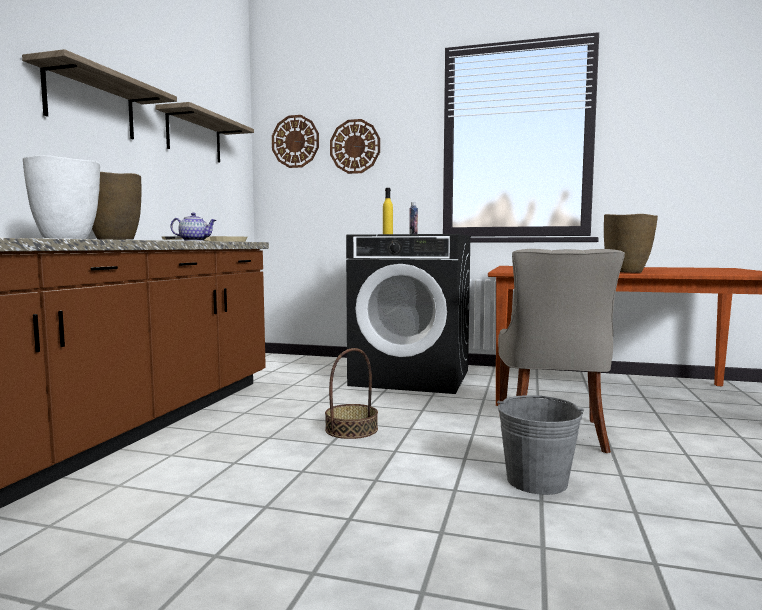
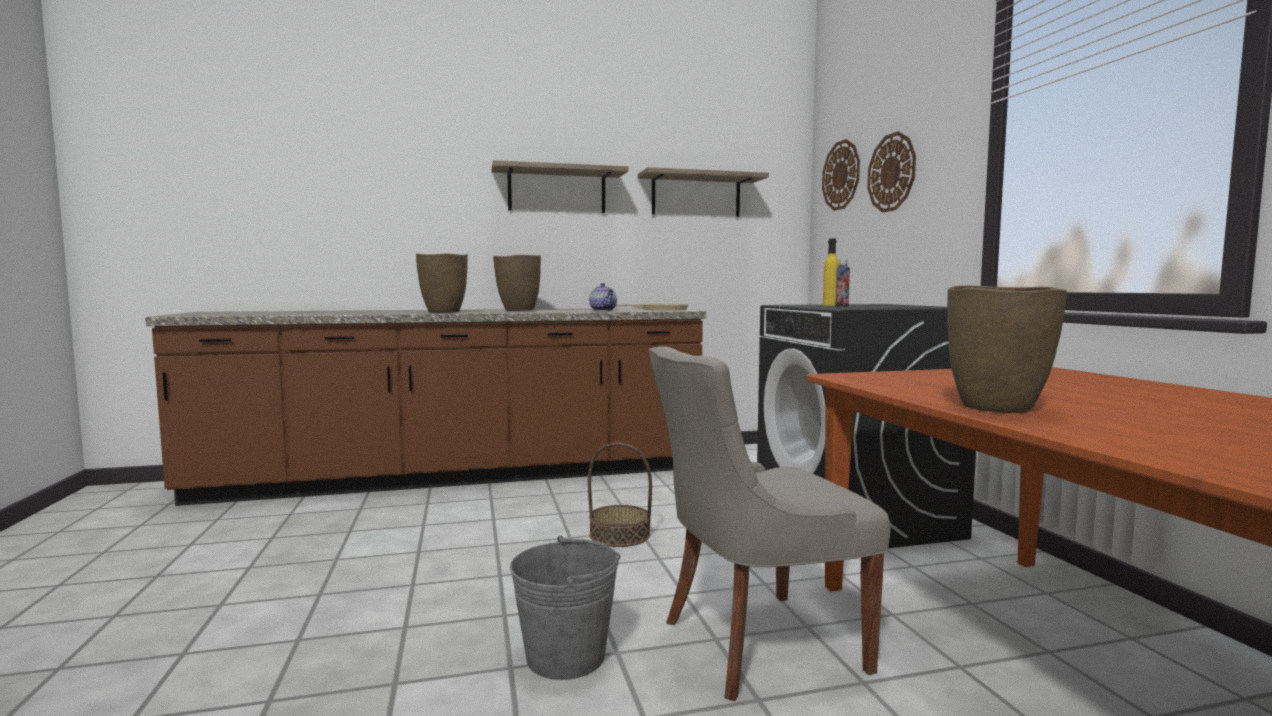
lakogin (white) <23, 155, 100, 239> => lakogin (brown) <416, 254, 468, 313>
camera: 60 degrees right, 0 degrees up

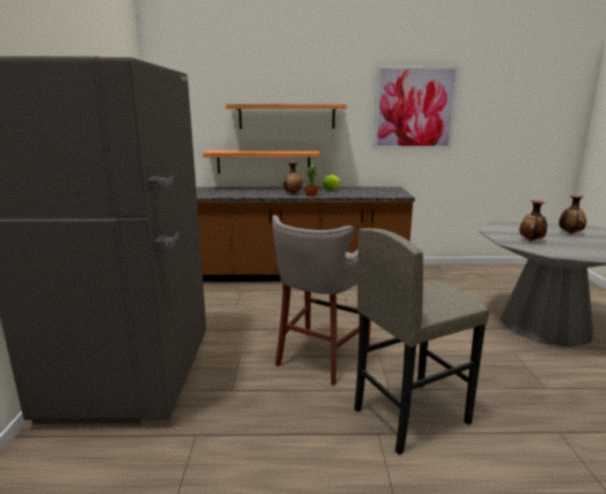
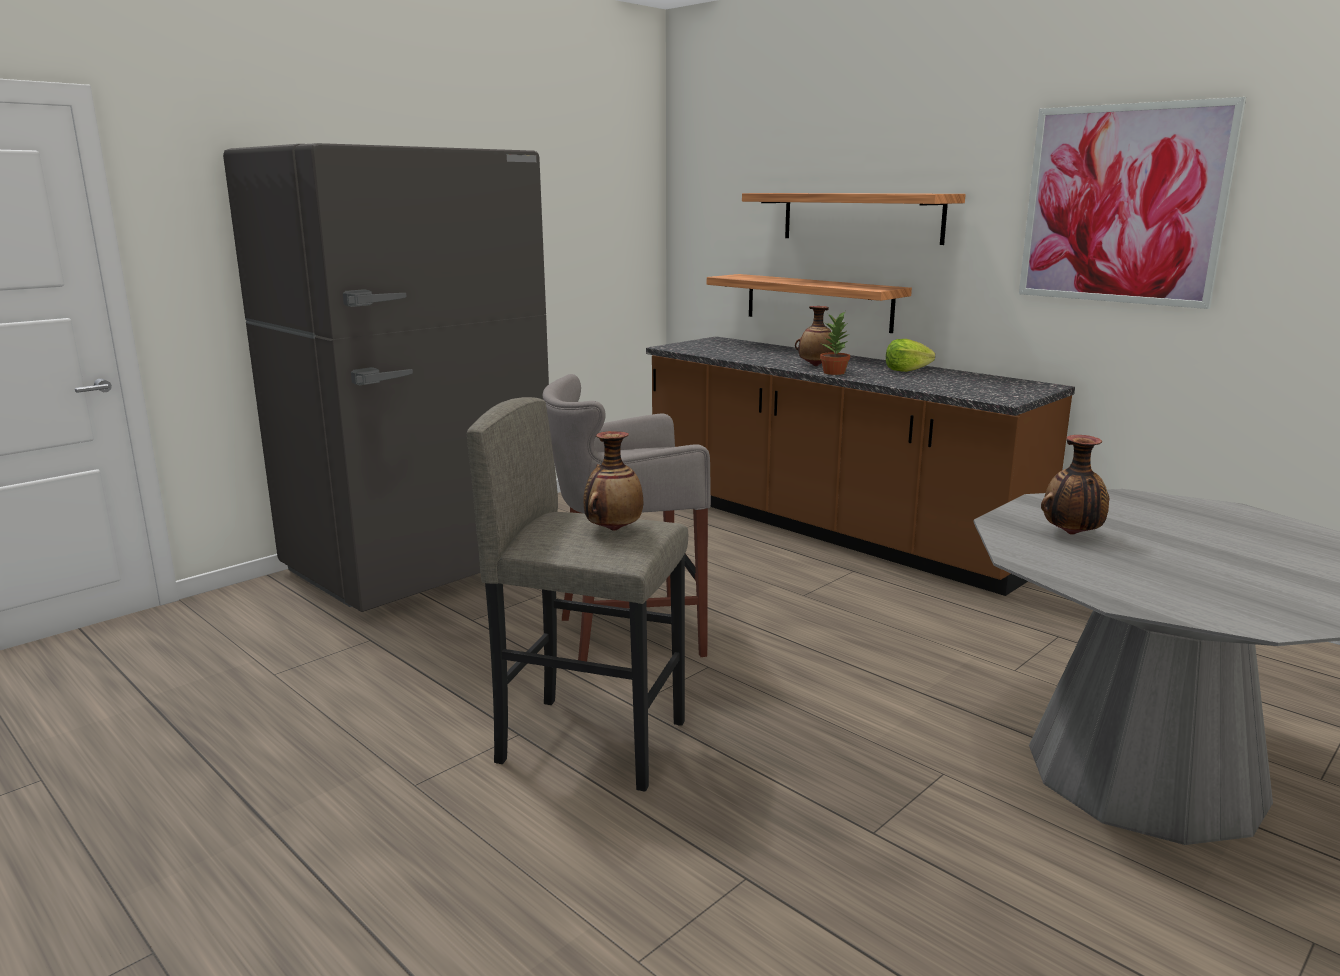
lakogin <559, 195, 586, 234> => lakogin <583, 431, 643, 531>, relocated
camera: 45 degrees right, 0 degrees up

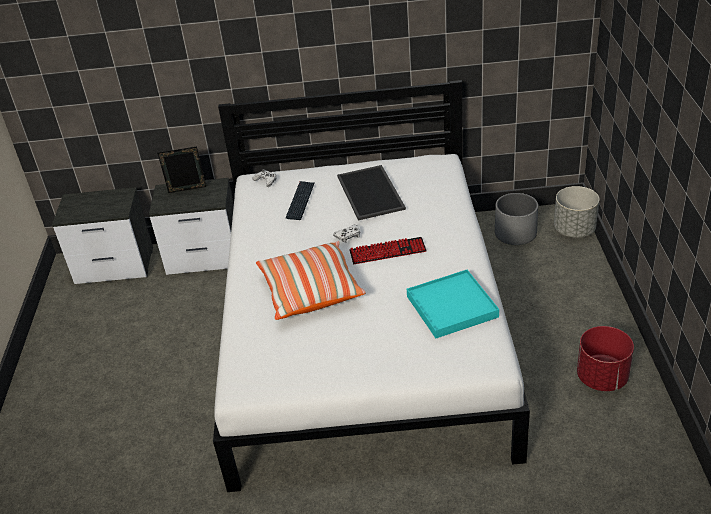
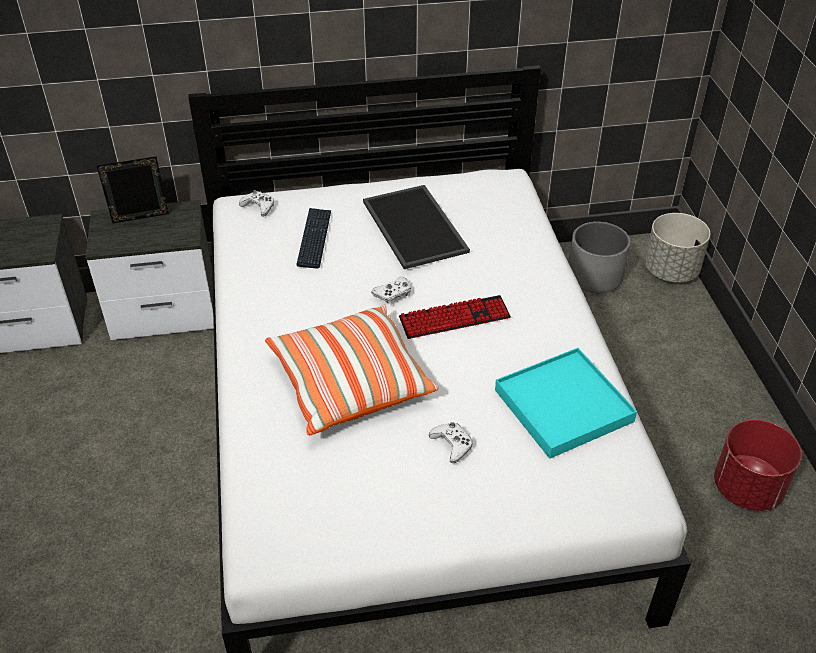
nothing => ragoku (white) <429, 422, 473, 463>
camera: 10 degrees left, 5 degrees up

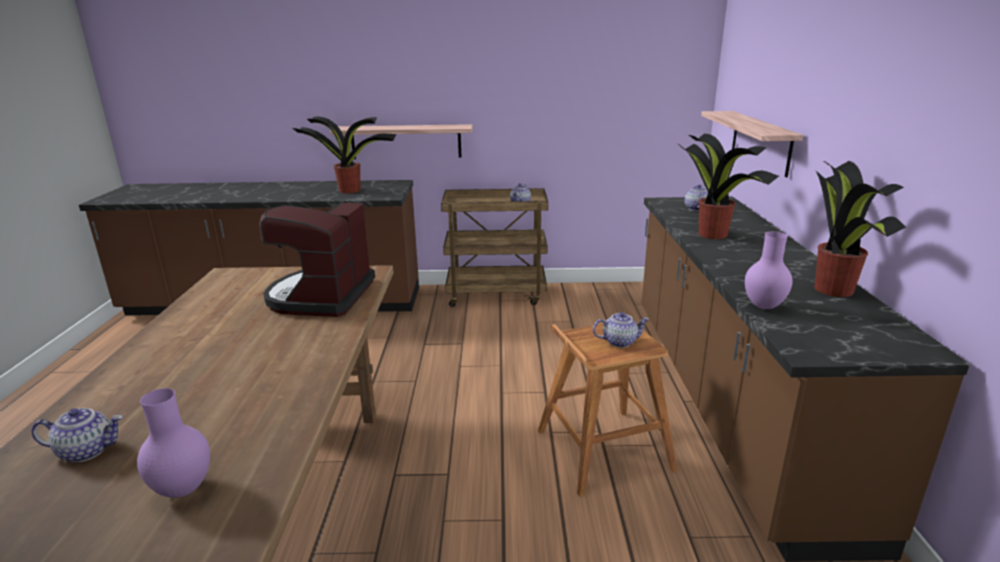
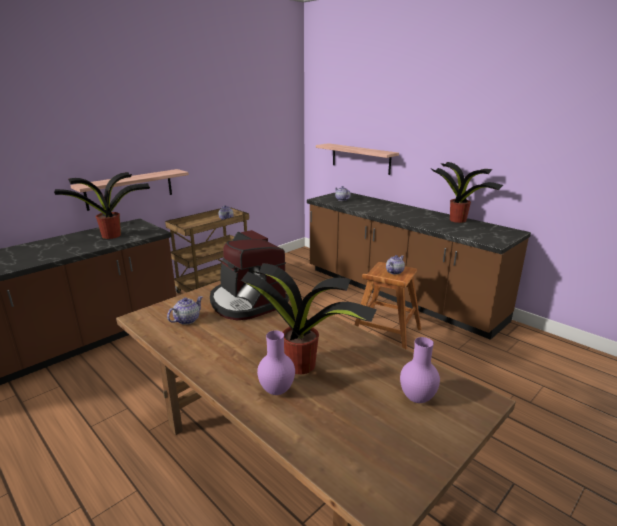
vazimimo <32, 408, 123, 462> => vazimimo <167, 296, 203, 325>, relocated
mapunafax <678, 134, 779, 239> => mapunafax <236, 263, 377, 374>, relocated
lakogin (purple) <745, 232, 793, 309> => lakogin (purple) <257, 331, 295, 395>, relocated
camera: 45 degrees left, 0 degrees up

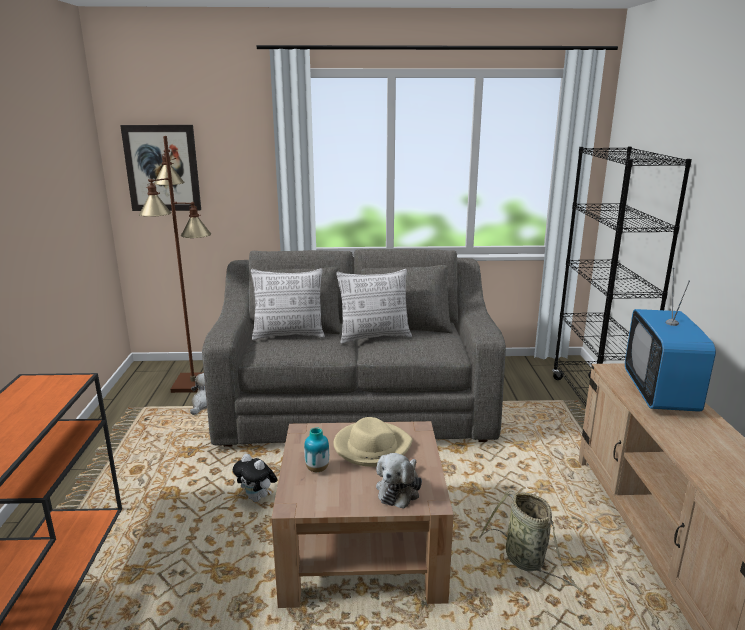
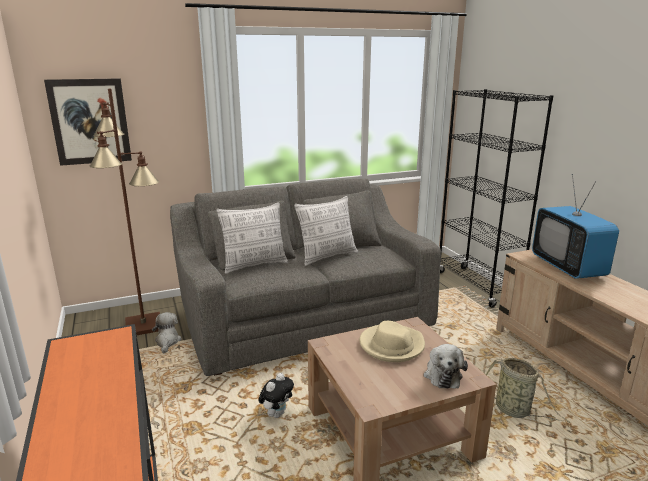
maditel <233, 454, 278, 502> => maditel <258, 373, 294, 418>, 75 degrees counterclockwise
lakogin <304, 427, 329, 472> => nothing
camera: 20 degrees left, 0 degrees up

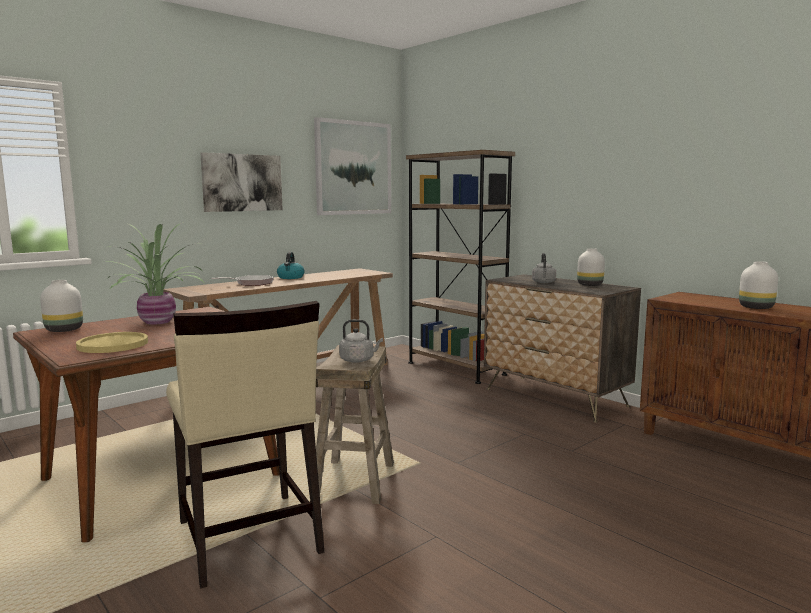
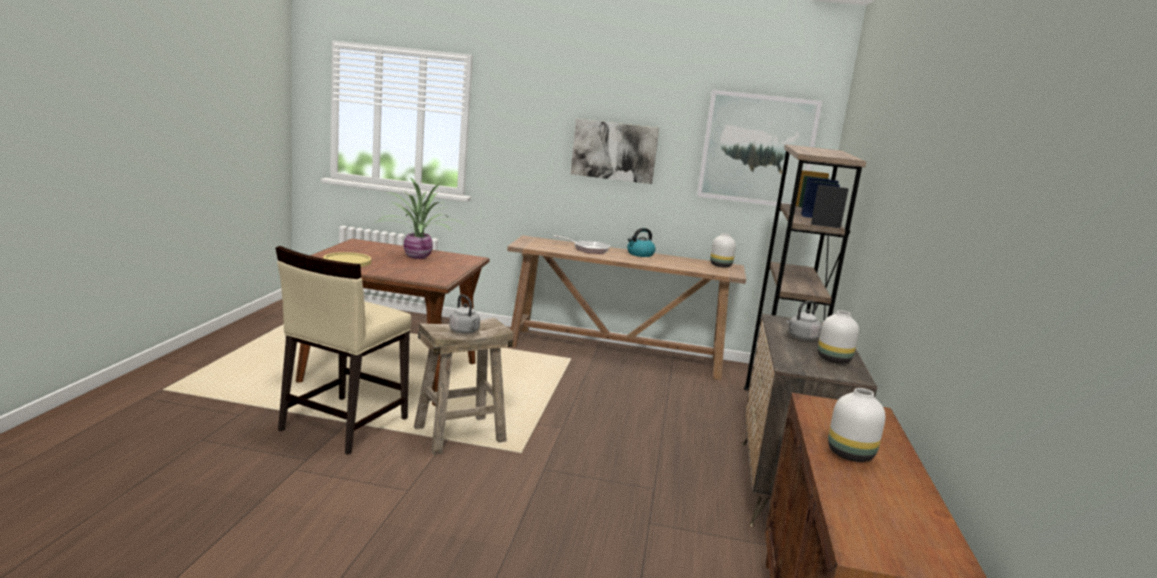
lakogin (white) <40, 280, 83, 332> => lakogin (white) <710, 233, 736, 267>, relocated
camera: 50 degrees right, 5 degrees up

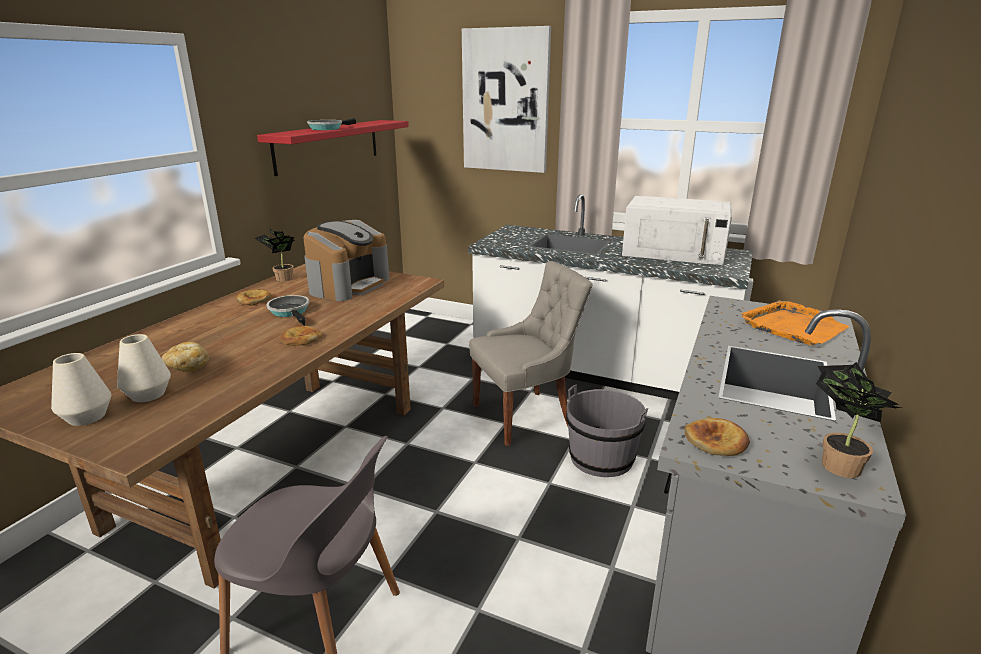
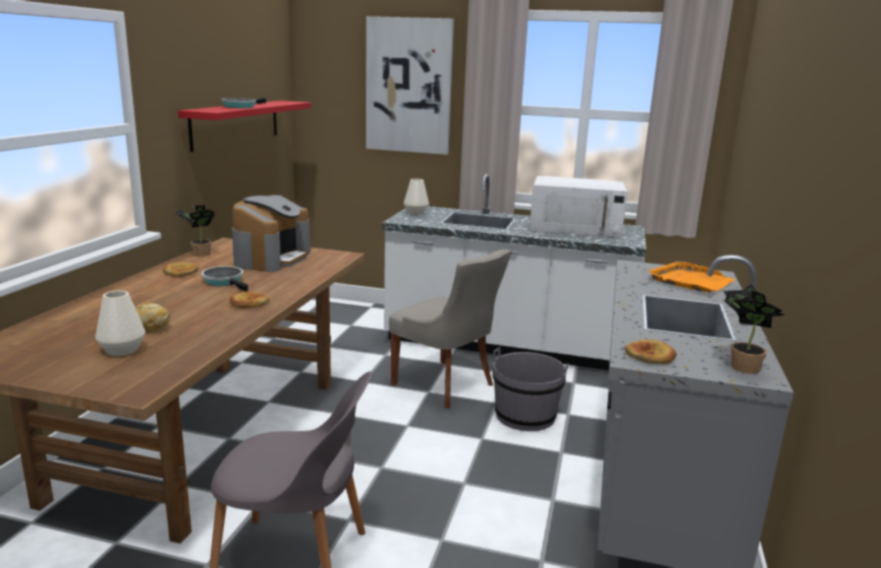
lakogin (white) <51, 353, 111, 426> => lakogin (white) <404, 179, 429, 215>, relocated
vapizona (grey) <469, 261, 593, 446> => vapizona (grey) <389, 249, 512, 408>, 75 degrees clockwise
camera: 10 degrees left, 5 degrees down

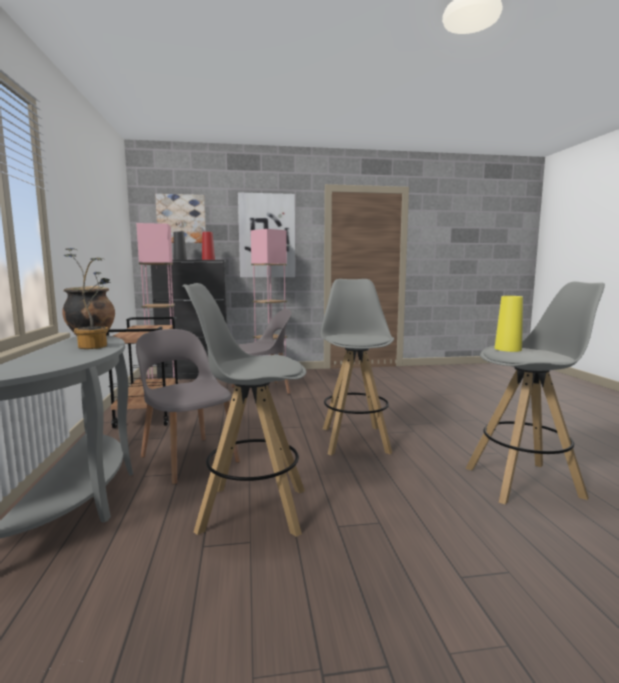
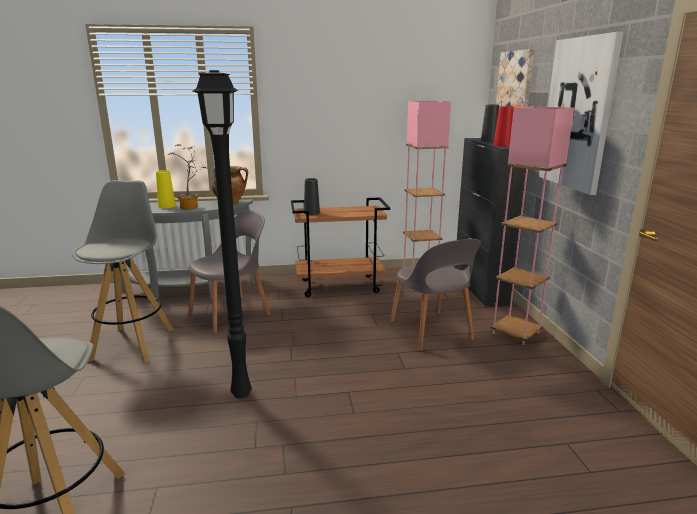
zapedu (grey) <321, 279, 394, 455> => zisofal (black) <192, 70, 252, 398>
lakogin (yellow) <495, 296, 523, 352> => lakogin (yellow) <156, 170, 176, 208>, relocated
nothing => lakogin (black) <304, 178, 320, 215>
camera: 90 degrees right, 10 degrees up

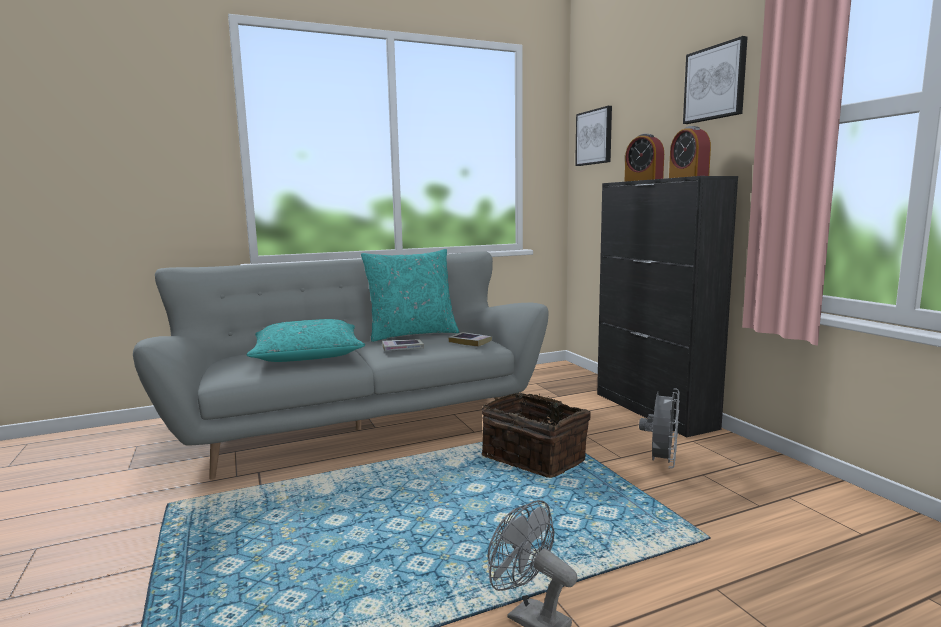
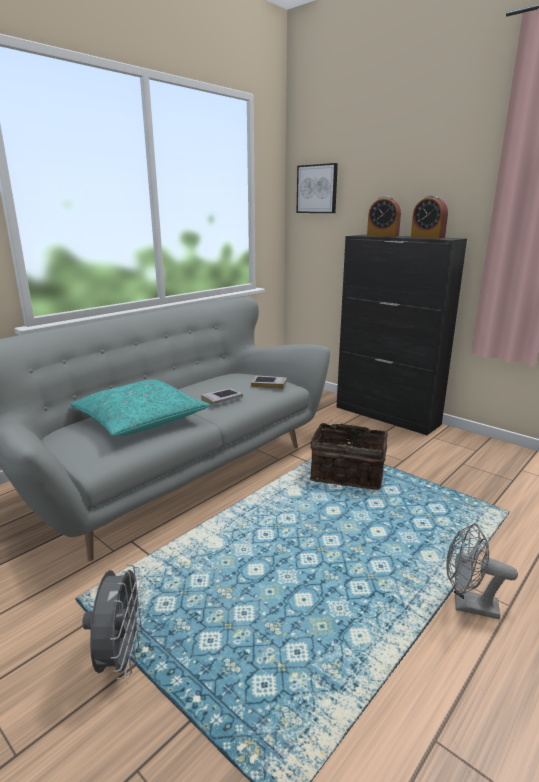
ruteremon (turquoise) <361, 249, 459, 342> => nothing
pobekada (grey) <639, 388, 679, 469> => pobekada (grey) <82, 564, 144, 680>, relocated
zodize <683, 36, 748, 124> => nothing
camera: 25 degrees left, 10 degrees up

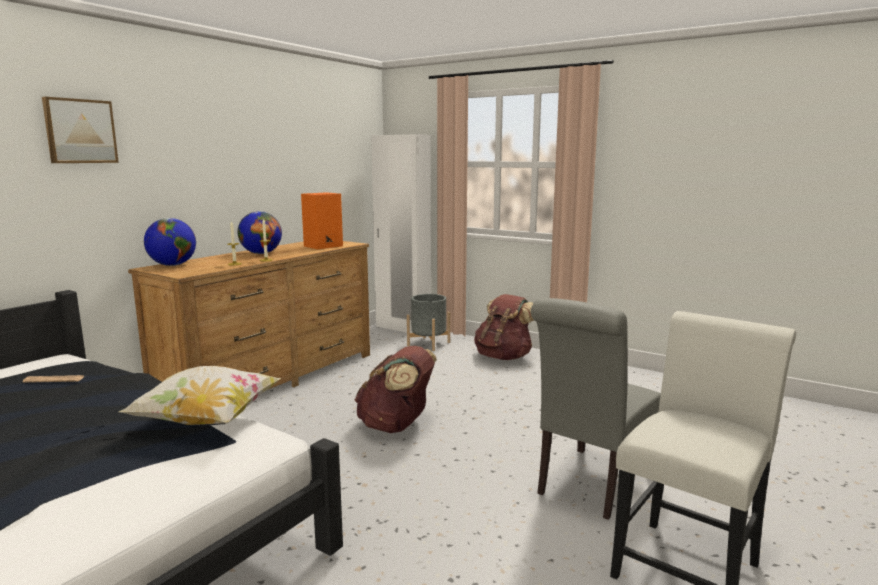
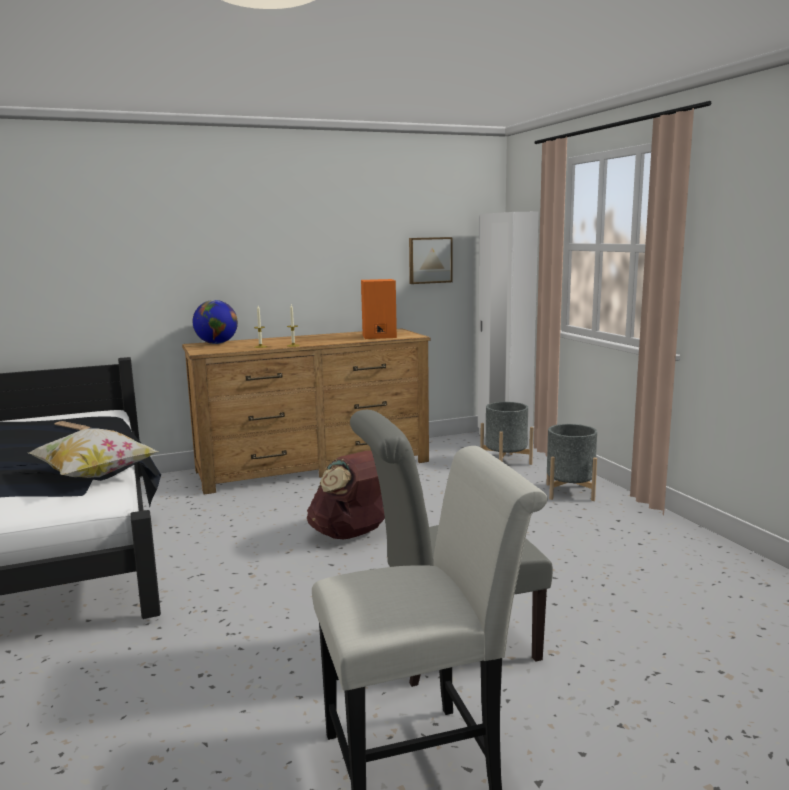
zodize <42, 97, 119, 163> => zodize <409, 237, 453, 284>, relocated
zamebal <237, 211, 282, 254> => nothing
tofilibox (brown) <474, 294, 535, 360> => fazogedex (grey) <546, 424, 597, 501>
camera: 35 degrees right, 0 degrees up

